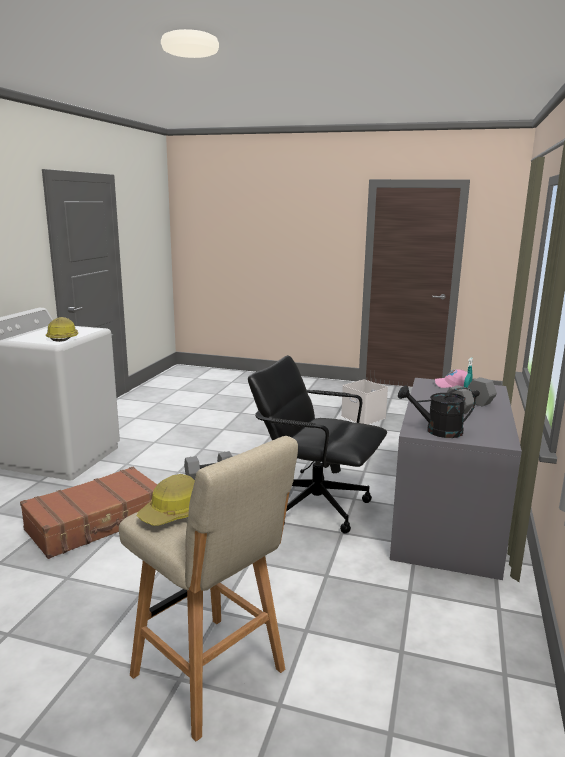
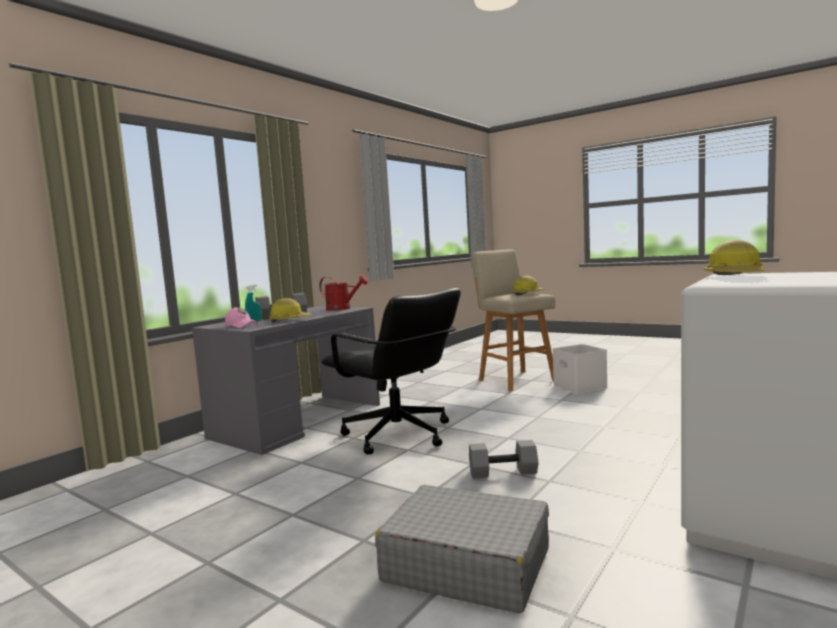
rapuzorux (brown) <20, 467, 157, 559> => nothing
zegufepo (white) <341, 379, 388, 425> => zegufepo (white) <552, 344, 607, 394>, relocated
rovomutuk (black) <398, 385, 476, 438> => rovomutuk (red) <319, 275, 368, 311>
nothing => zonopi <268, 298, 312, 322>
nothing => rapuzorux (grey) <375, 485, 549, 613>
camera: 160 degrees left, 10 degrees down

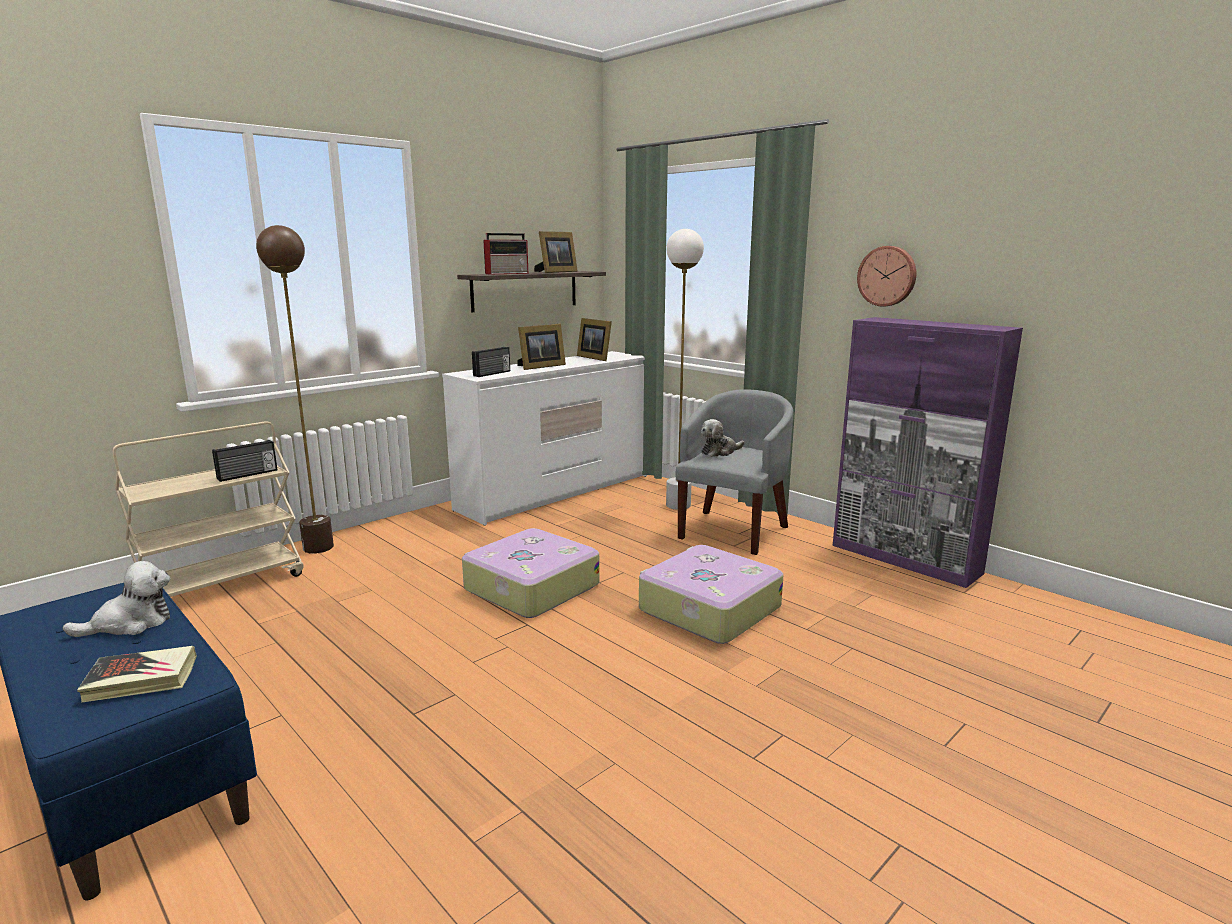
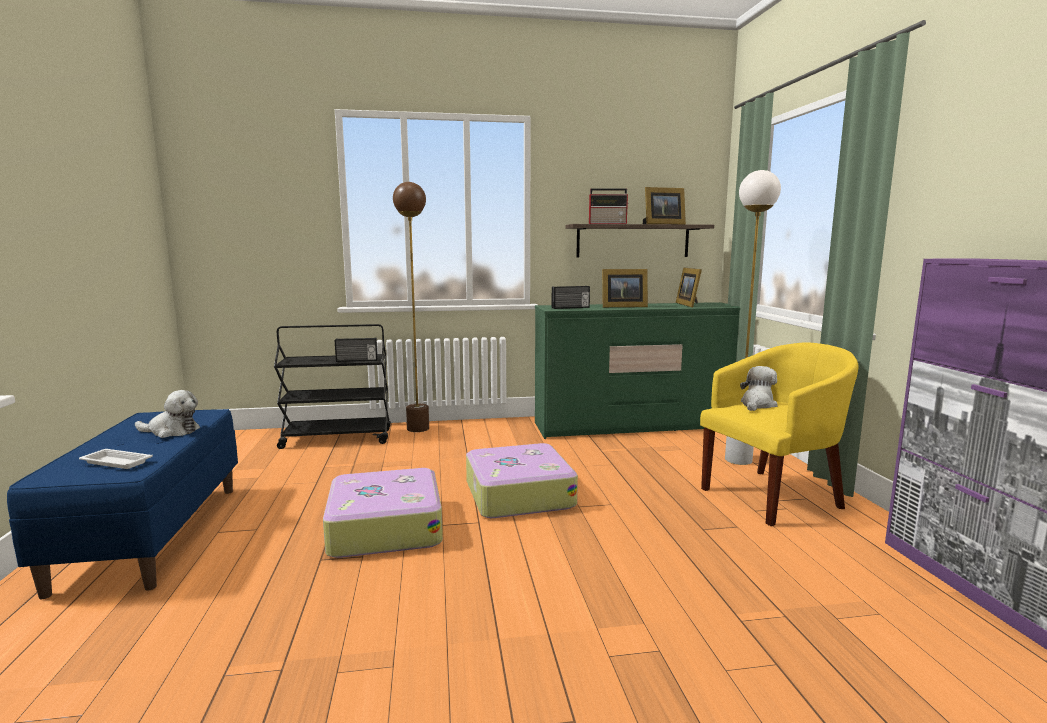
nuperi <77, 646, 197, 703> => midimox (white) <79, 449, 153, 469>
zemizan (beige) <113, 421, 303, 597> => zemizan (black) <274, 324, 391, 449>
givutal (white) <442, 351, 647, 526> => givutal (green) <535, 302, 740, 439>
rapuzorux <639, 545, 783, 644> => rapuzorux <323, 468, 443, 558>, relocated
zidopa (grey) <676, 389, 793, 555> => zidopa (yellow) <700, 342, 859, 526>
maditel <701, 419, 744, 457> => maditel <740, 366, 778, 411>, 120 degrees clockwise
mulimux <857, 246, 916, 307> => nothing
camera: 35 degrees right, 5 degrees down

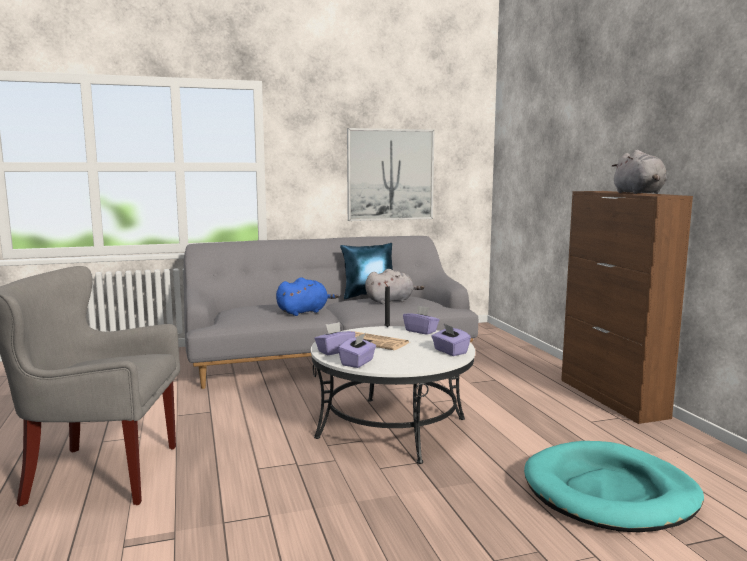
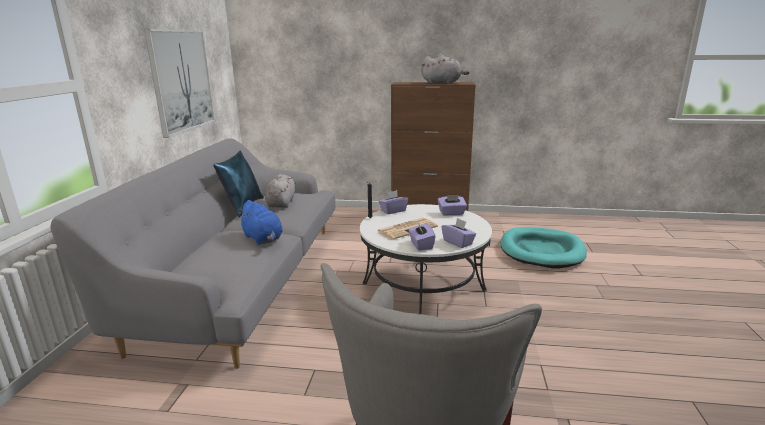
maditel (blue) <276, 277, 339, 316> => maditel (blue) <238, 200, 282, 245>, 150 degrees clockwise
camera: 65 degrees left, 10 degrees up

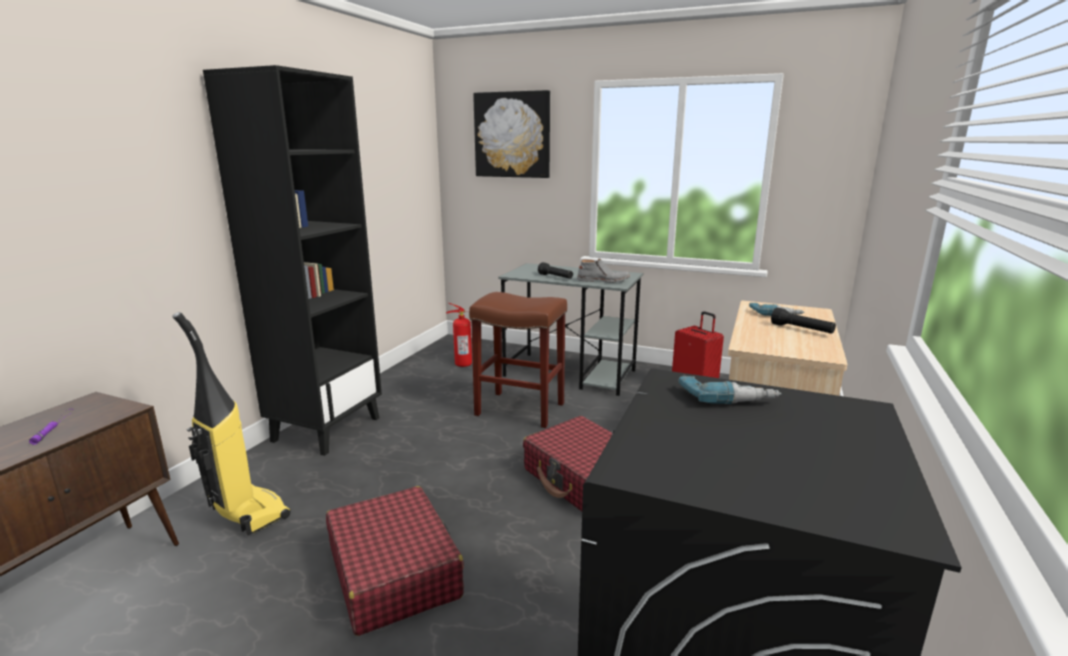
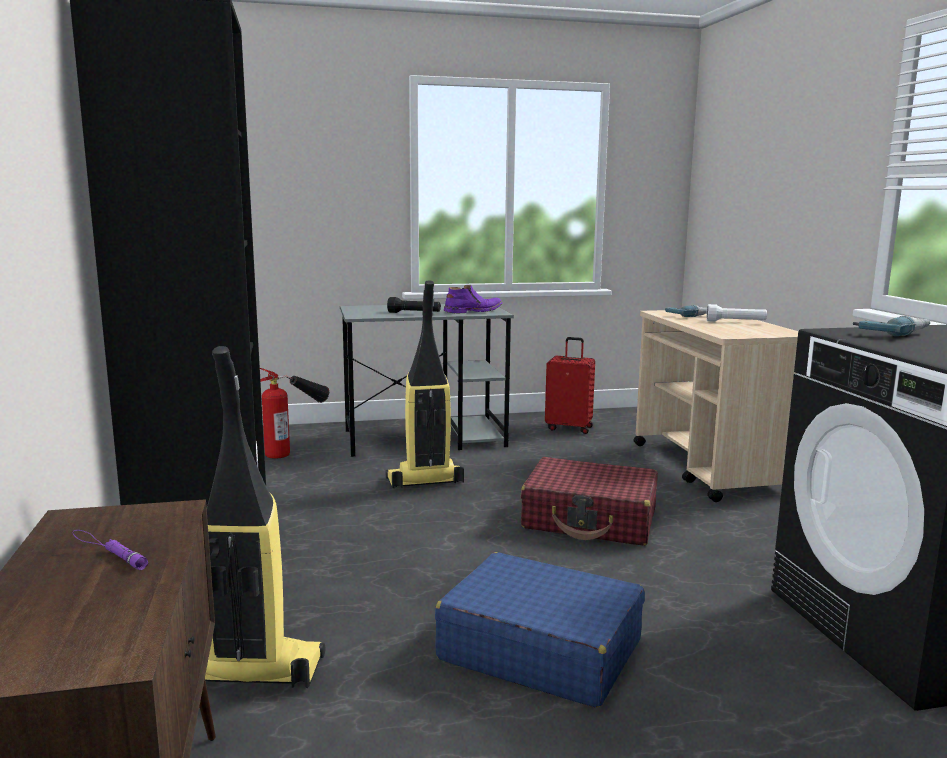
rapuzorux (red) <326, 486, 464, 636> => rapuzorux (blue) <435, 552, 645, 708>
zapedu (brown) <469, 292, 567, 428> => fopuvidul <385, 280, 464, 488>
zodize <473, 90, 550, 178> => nothing
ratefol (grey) <577, 259, 631, 283> => ratefol (purple) <444, 285, 502, 313>
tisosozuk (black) <771, 307, 836, 334> => tisosozuk (white) <706, 304, 767, 322>
camera: 35 degrees left, 5 degrees down

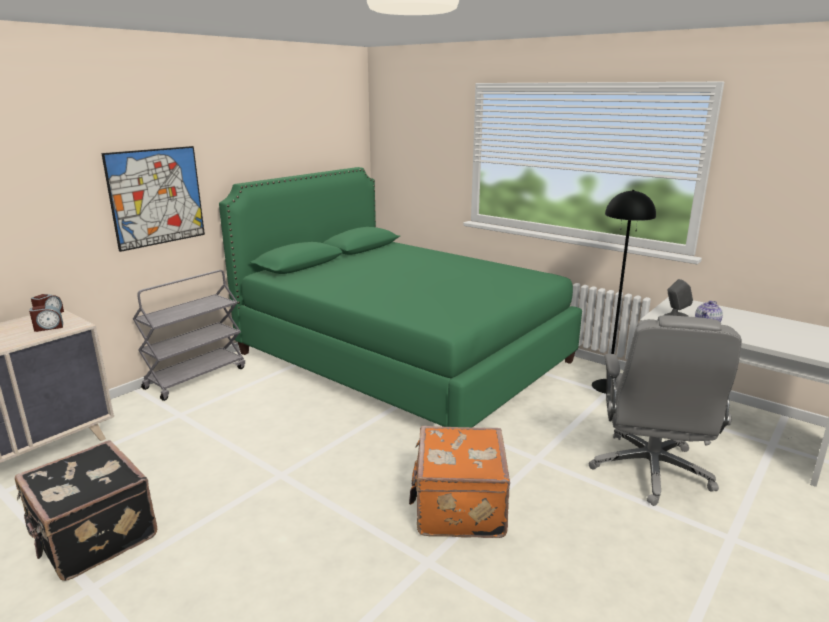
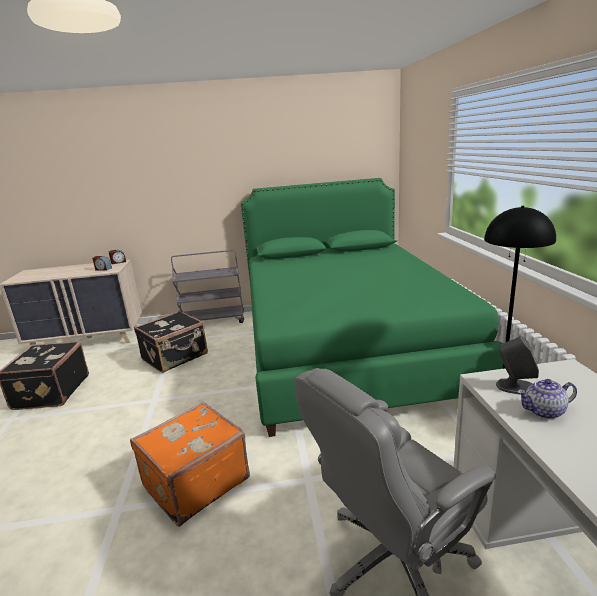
zodize <101, 146, 205, 252> => nothing
nothing => rapuzorux (black) <134, 310, 208, 373>
camera: 45 degrees right, 0 degrees up

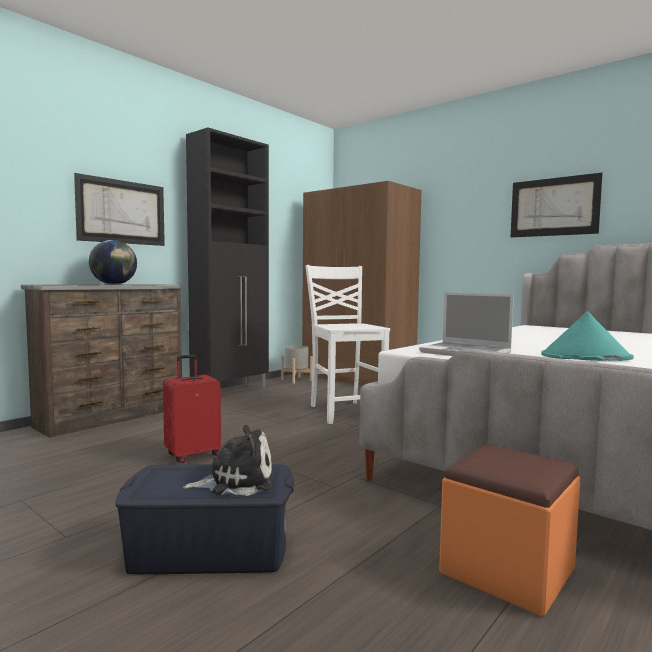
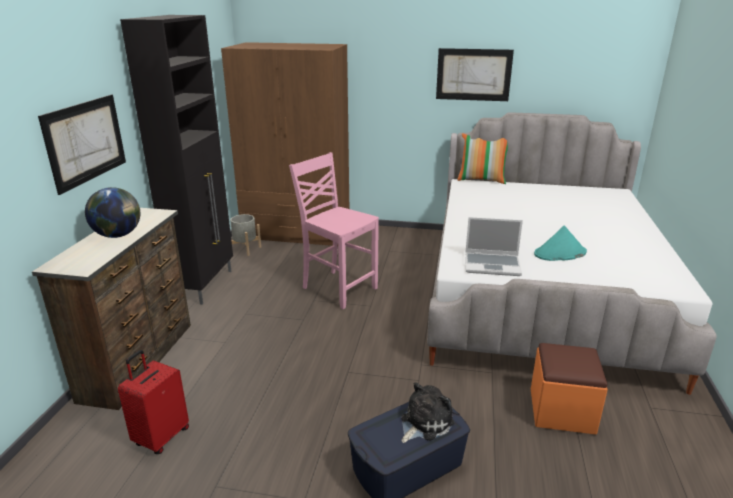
rapuzorux (red) <163, 355, 221, 463> => rapuzorux (red) <118, 350, 189, 454>, relocated
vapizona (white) <305, 265, 390, 424> => vapizona (pink) <289, 152, 379, 309>
nothing => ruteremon <457, 133, 508, 184>
camera: 30 degrees left, 20 degrees up

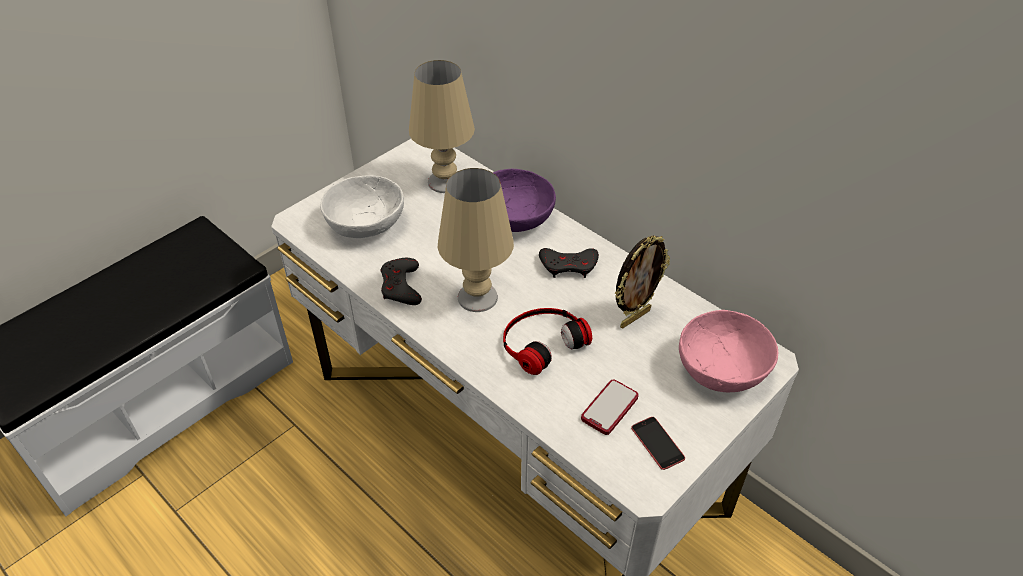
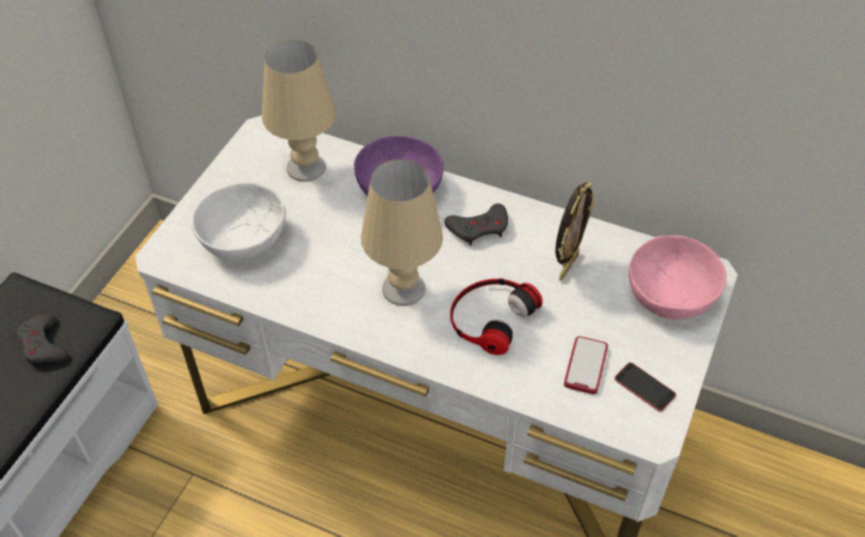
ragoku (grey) <381, 258, 422, 305> => ragoku (grey) <17, 313, 68, 363>, relocated
camera: 20 degrees left, 5 degrees up

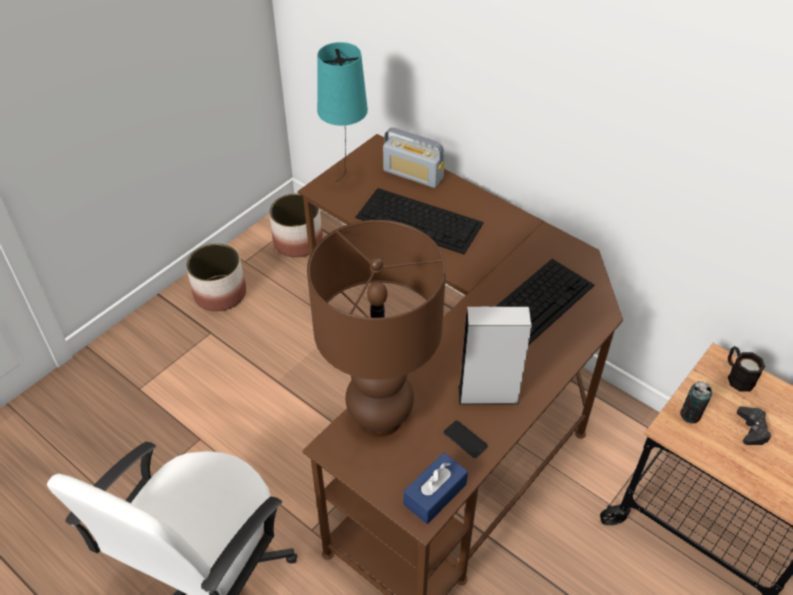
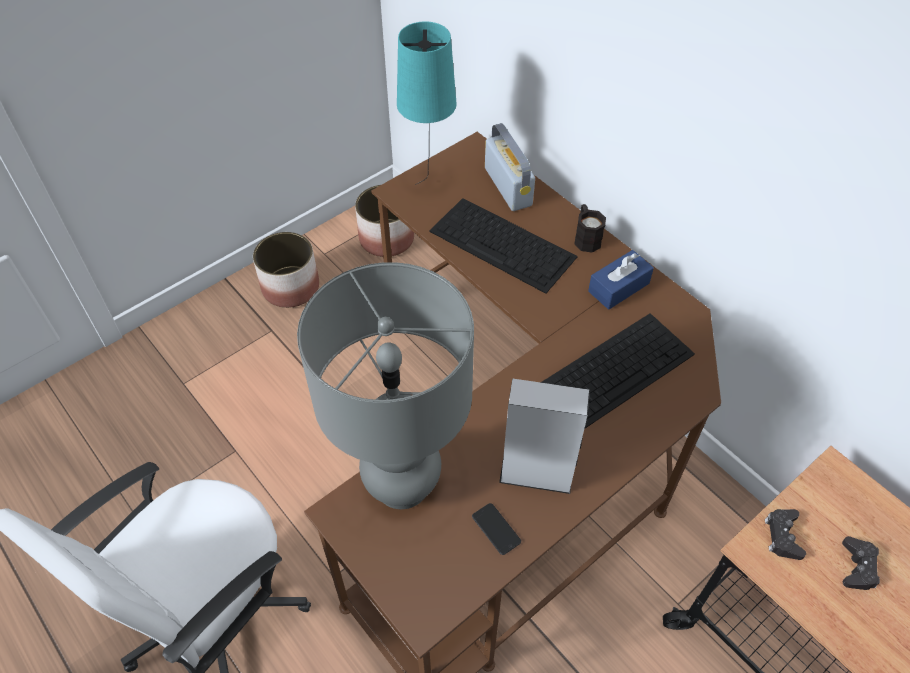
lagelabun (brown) <307, 220, 446, 437> => lagelabun (grey) <297, 262, 474, 509>
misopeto <383, 127, 445, 188> => misopeto <485, 123, 535, 211>, 150 degrees counterclockwise
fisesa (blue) <403, 453, 468, 524> => fisesa (blue) <588, 250, 654, 310>, relocated
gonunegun <680, 382, 712, 424> => ragoku (black) <765, 509, 806, 560>
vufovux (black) <728, 346, 765, 392> => vufovux (black) <574, 204, 606, 253>, relocated
camera: 10 degrees right, 5 degrees up

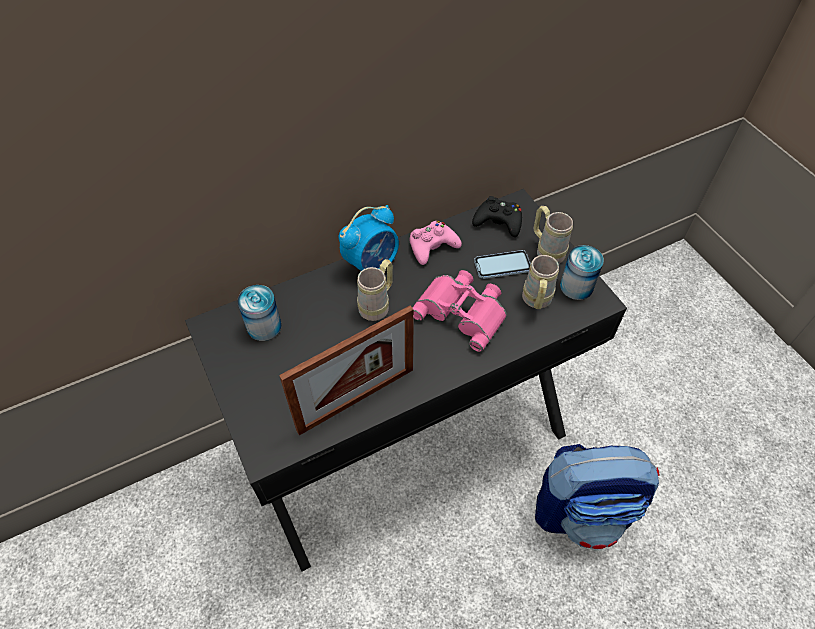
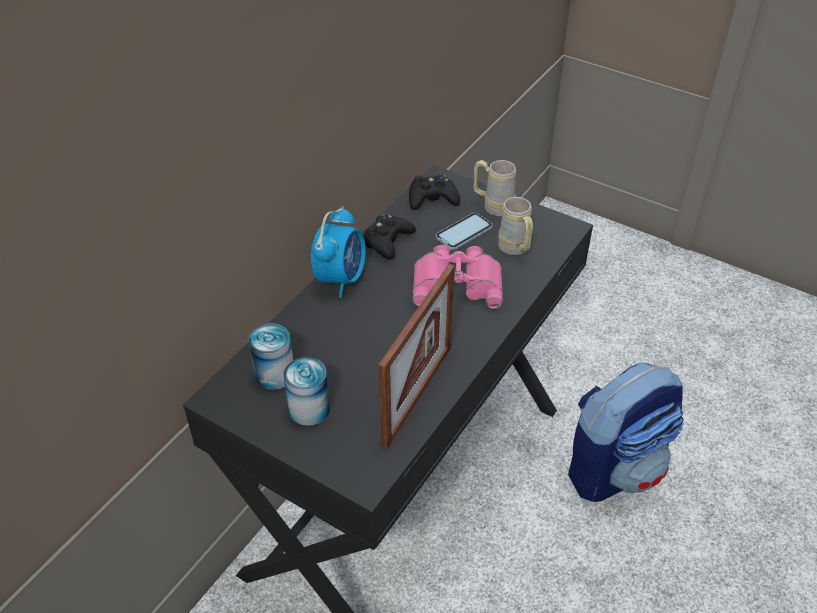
vufovux (beige) <357, 259, 393, 321> => nothing
ragoku (pink) <409, 221, 462, 265> => ragoku (black) <363, 214, 416, 260>
gonunegun <560, 245, 604, 300> => gonunegun <284, 357, 330, 426>, relocated
camera: 30 degrees left, 10 degrees down

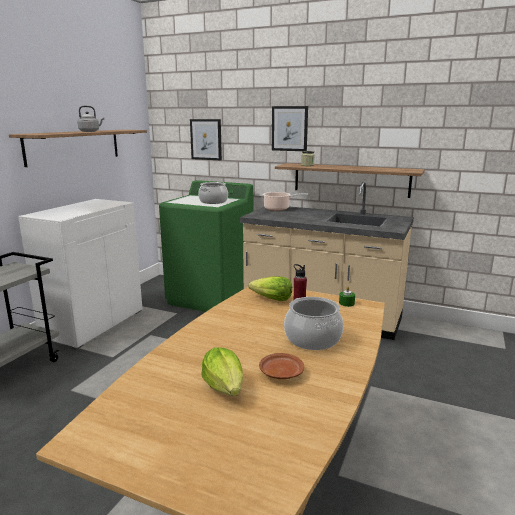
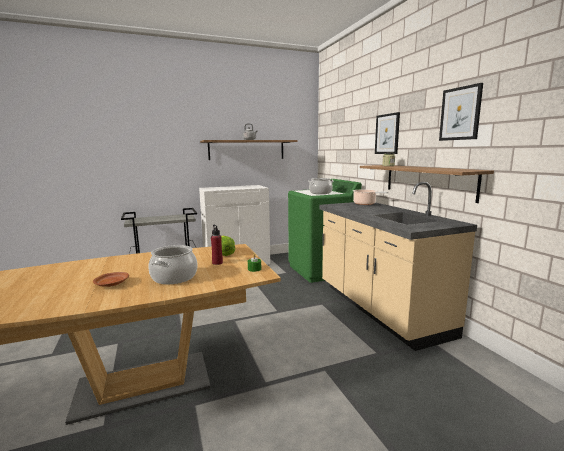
zodize <190, 119, 222, 160> => zodize <439, 83, 483, 141>, relocated
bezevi <201, 347, 243, 396> => nothing
camera: 45 degrees right, 5 degrees down

